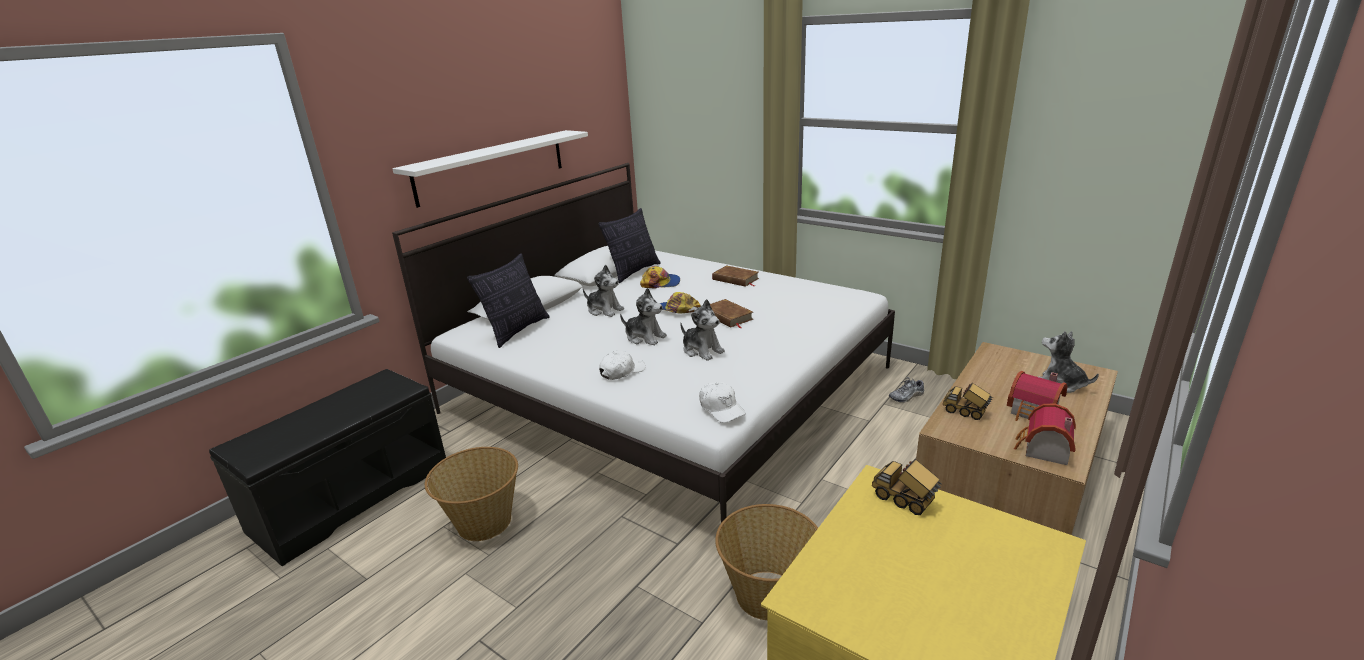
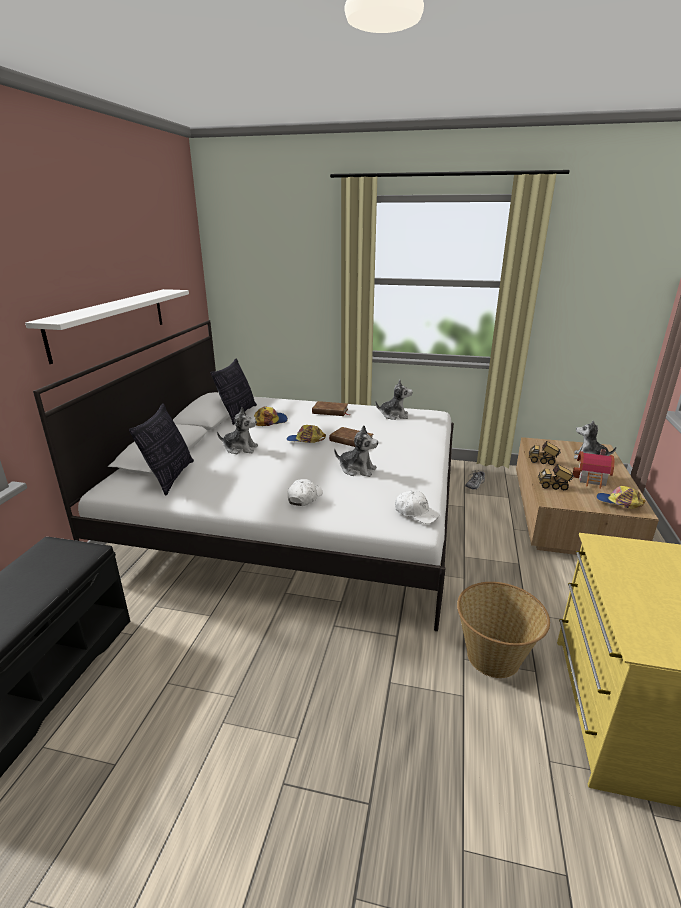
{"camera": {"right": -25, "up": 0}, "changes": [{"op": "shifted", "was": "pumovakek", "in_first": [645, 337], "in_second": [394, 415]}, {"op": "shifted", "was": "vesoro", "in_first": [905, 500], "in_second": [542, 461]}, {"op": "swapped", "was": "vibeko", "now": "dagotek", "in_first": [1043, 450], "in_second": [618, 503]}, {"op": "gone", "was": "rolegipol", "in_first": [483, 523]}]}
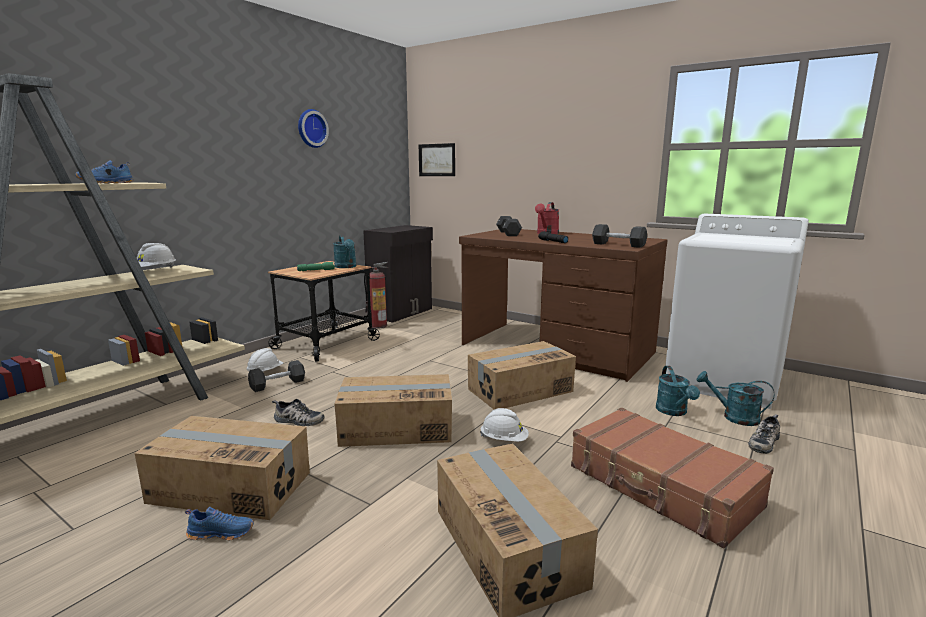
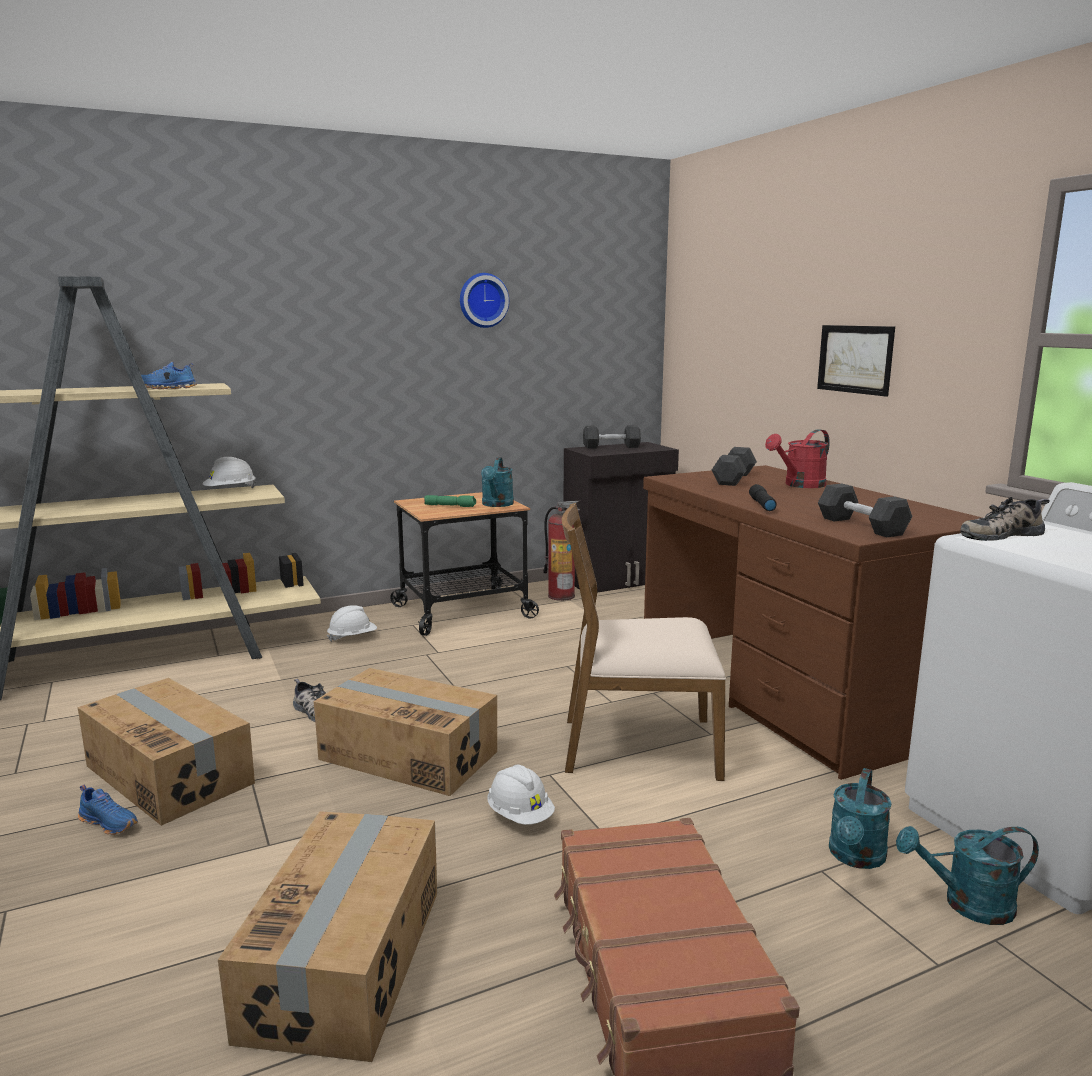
{"camera": {"right": 30, "up": 0}, "changes": [{"op": "swapped", "was": "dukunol", "now": "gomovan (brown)", "in_first": [519, 390], "in_second": [638, 746]}, {"op": "shifted", "was": "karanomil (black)", "in_first": [277, 384], "in_second": [611, 447]}, {"op": "shifted", "was": "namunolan", "in_first": [437, 160], "in_second": [855, 359]}, {"op": "rotated", "was": "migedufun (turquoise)", "in_first": [734, 417], "in_second": [967, 904], "clockwise": -60}, {"op": "shifted", "was": "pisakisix", "in_first": [763, 441], "in_second": [1000, 534]}]}
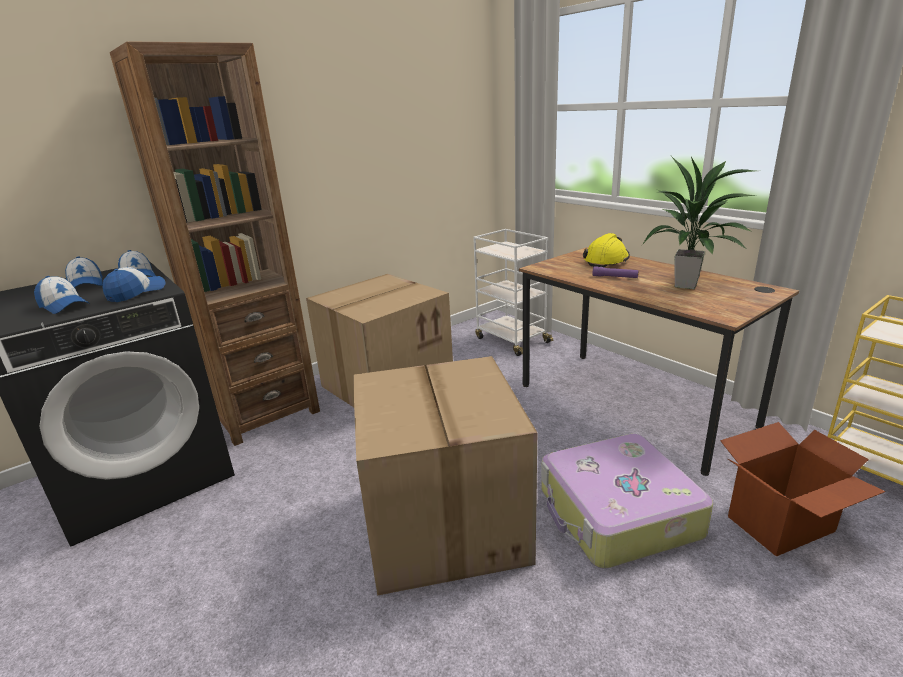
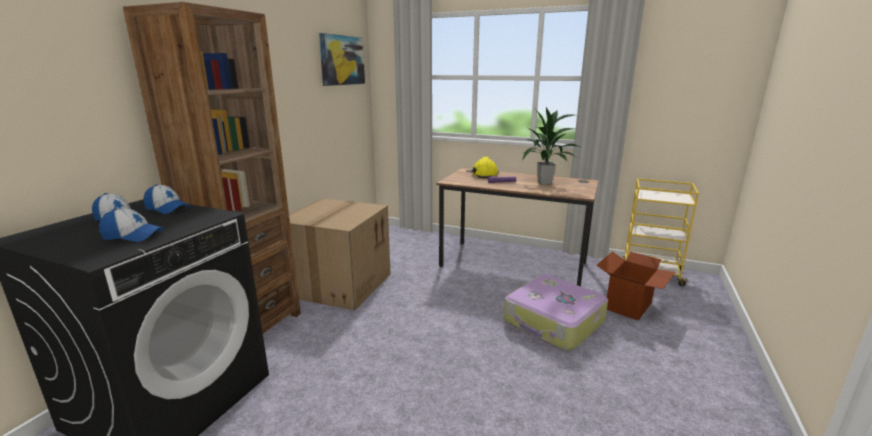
{"camera": {"right": -30, "up": -5}, "changes": [{"op": "new", "now": "namunolan", "in_second": [342, 60]}, {"op": "gone", "was": "dagotek", "in_first": [136, 293]}, {"op": "gone", "was": "dukunol", "in_first": [447, 524]}, {"op": "gone", "was": "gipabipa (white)", "in_first": [511, 340]}]}
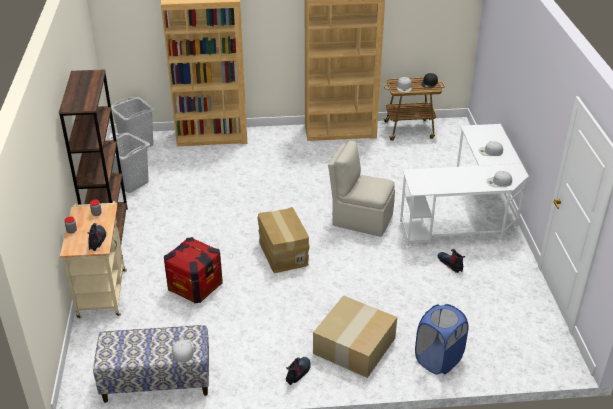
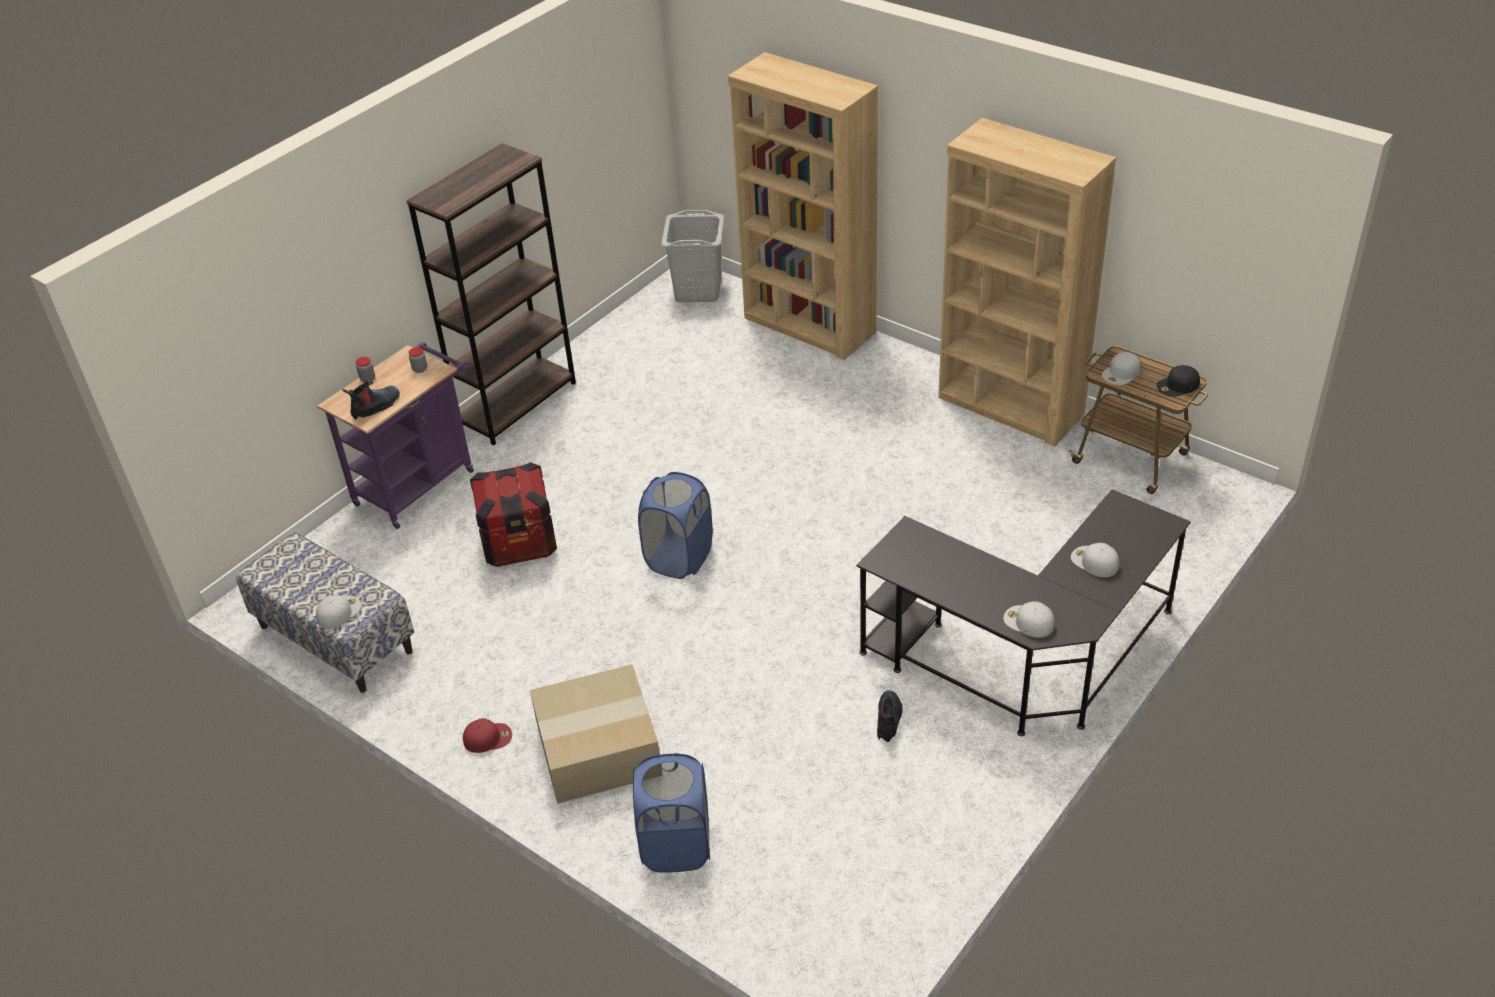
{"camera": {"right": 45, "up": 5}, "changes": [{"op": "repainted", "was": "gipabipa (beige)", "now": "gipabipa (purple)", "in_first": [102, 290], "in_second": [419, 483]}, {"op": "swapped", "was": "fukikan", "now": "dagotek (red)", "in_first": [298, 373], "in_second": [488, 737]}, {"op": "swapped", "was": "dukunol", "now": "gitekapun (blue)", "in_first": [282, 253], "in_second": [679, 558]}, {"op": "repainted", "was": "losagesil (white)", "now": "losagesil (black)", "in_first": [467, 215], "in_second": [1026, 658]}, {"op": "gone", "was": "gitekapun (grey)", "in_first": [130, 182]}, {"op": "gone", "was": "gomovan (beige)", "in_first": [361, 219]}]}
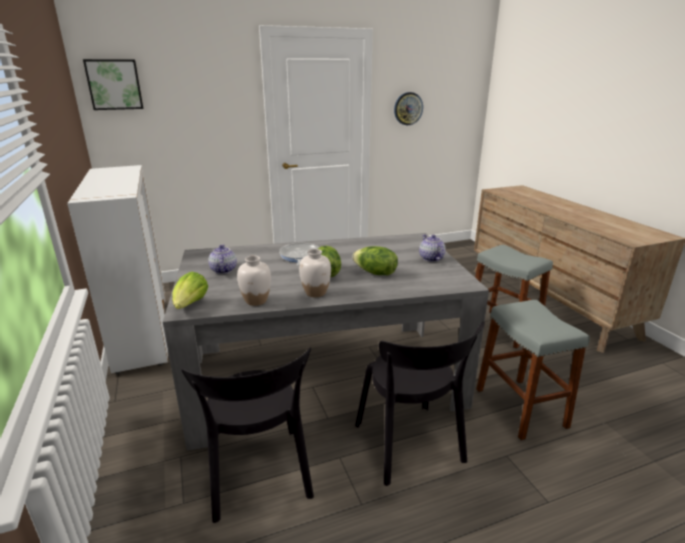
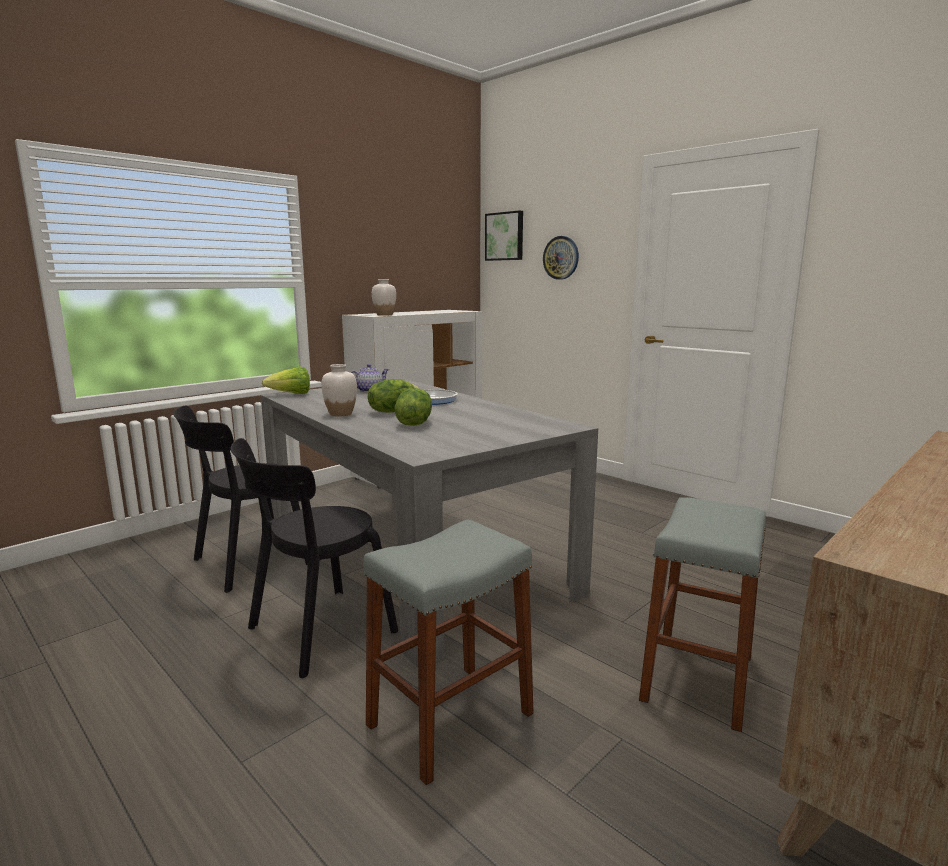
{"camera": {"right": 65, "up": -10}, "changes": [{"op": "shifted", "was": "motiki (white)", "in_first": [256, 301], "in_second": [384, 315]}, {"op": "shifted", "was": "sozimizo", "in_first": [408, 108], "in_second": [561, 258]}, {"op": "gone", "was": "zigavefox", "in_first": [431, 258]}]}
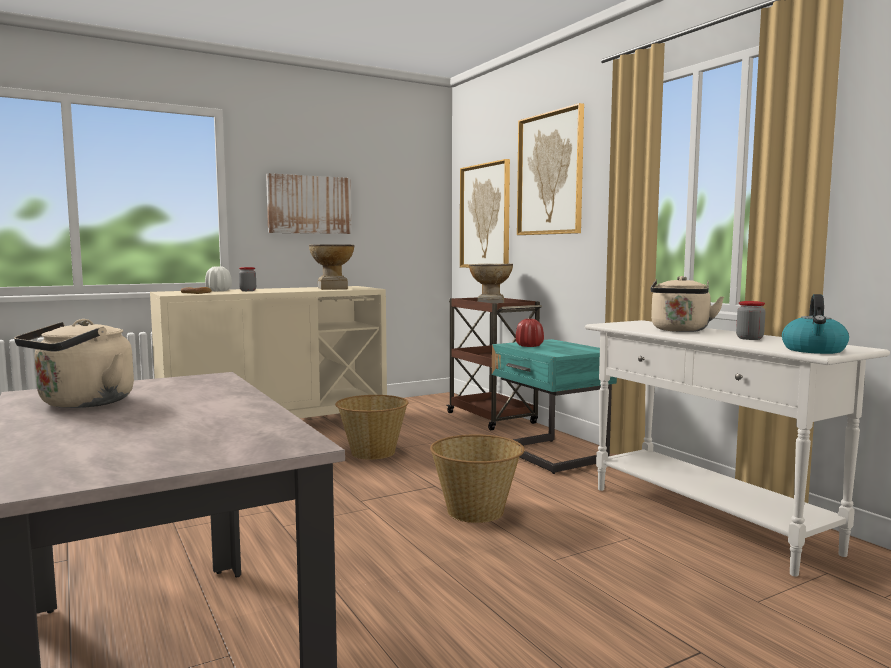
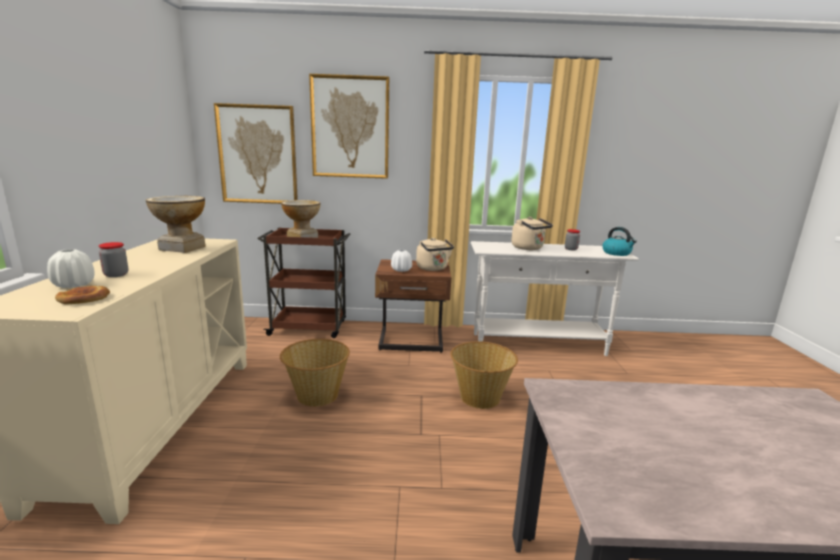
{"camera": {"right": -60, "up": 10}, "changes": [{"op": "repainted", "was": "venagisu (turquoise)", "now": "venagisu (brown)", "in_first": [550, 456], "in_second": [411, 342]}, {"op": "repainted", "was": "motiki (red)", "now": "motiki (white)", "in_first": [529, 346], "in_second": [401, 270]}, {"op": "shifted", "was": "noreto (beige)", "in_first": [82, 403], "in_second": [433, 268]}, {"op": "gone", "was": "namunolan", "in_first": [309, 204]}]}
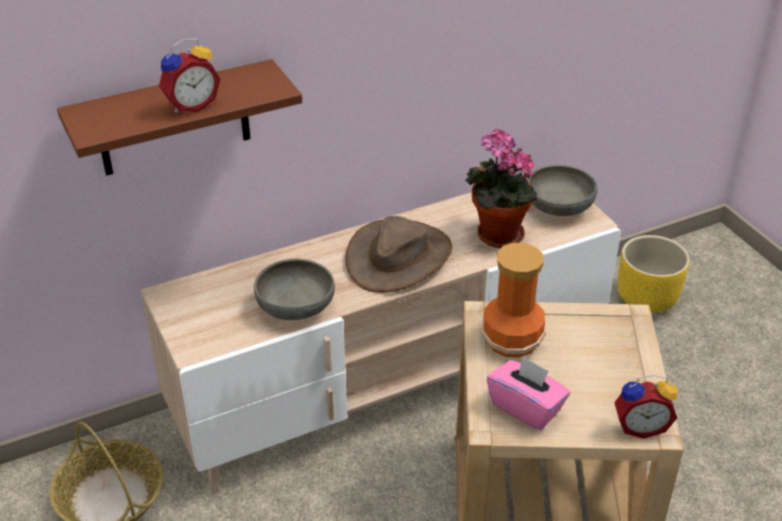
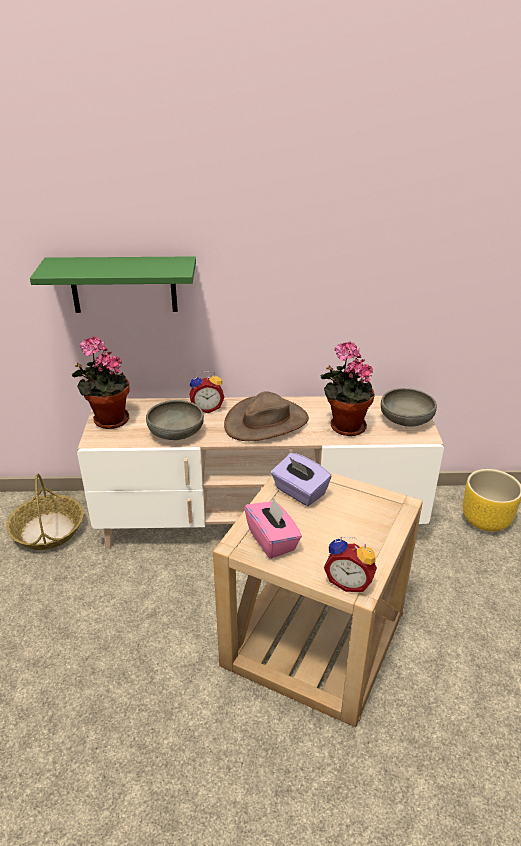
{"camera": {"right": 25, "up": -5}, "changes": [{"op": "repainted", "was": "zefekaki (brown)", "now": "zefekaki (green)", "in_first": [173, 119], "in_second": [123, 284]}, {"op": "new", "now": "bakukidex", "in_second": [108, 420]}, {"op": "shifted", "was": "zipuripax", "in_first": [191, 105], "in_second": [207, 408]}, {"op": "swapped", "was": "motiki", "now": "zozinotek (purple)", "in_first": [512, 338], "in_second": [299, 492]}]}
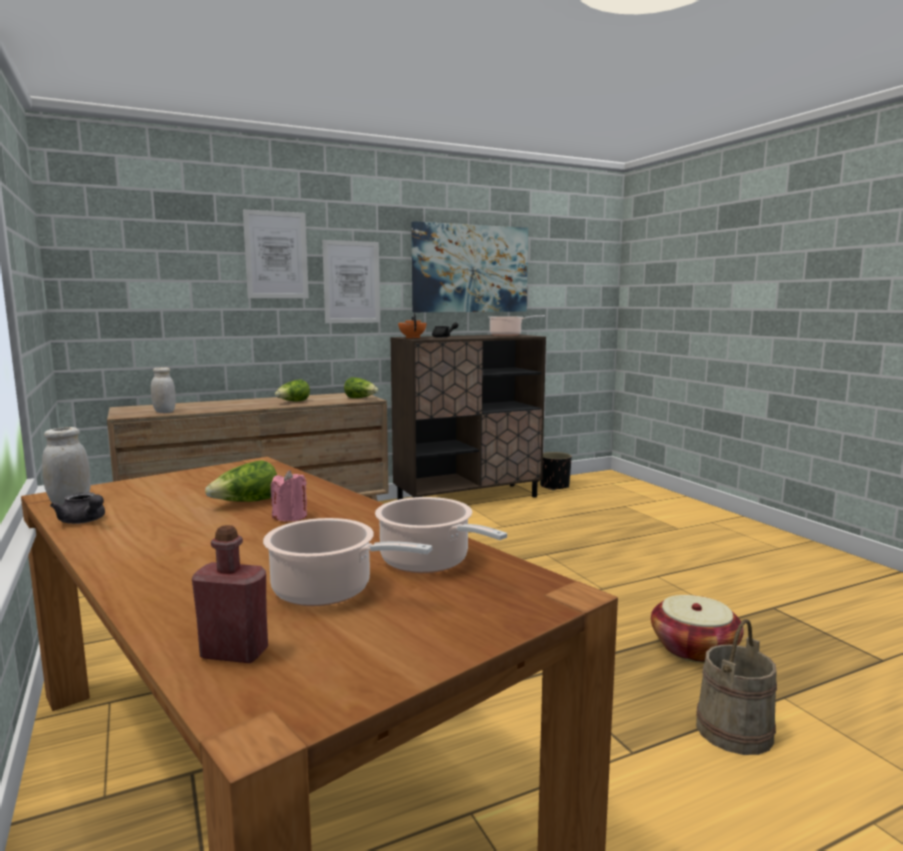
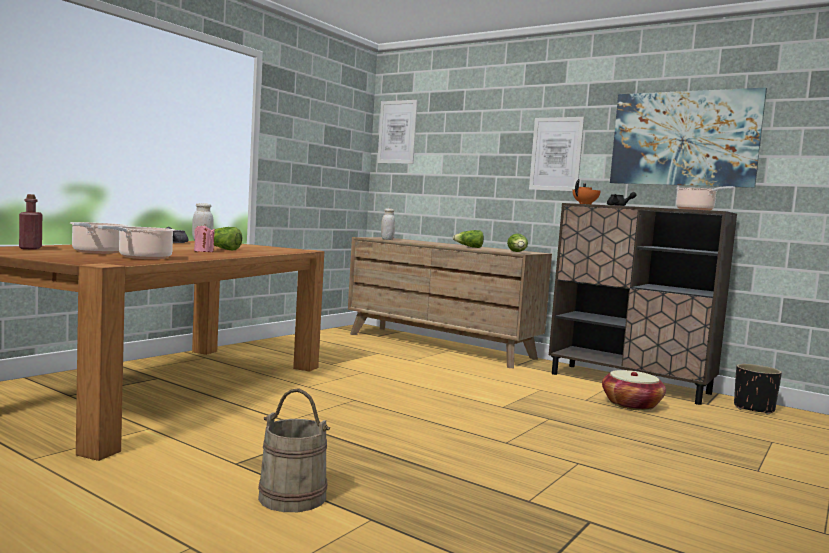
{"camera": {"right": 60, "up": -5}, "changes": [{"op": "shifted", "was": "namunolan", "in_first": [276, 255], "in_second": [397, 132]}, {"op": "shifted", "was": "rolegipol", "in_first": [694, 648], "in_second": [631, 405]}]}
